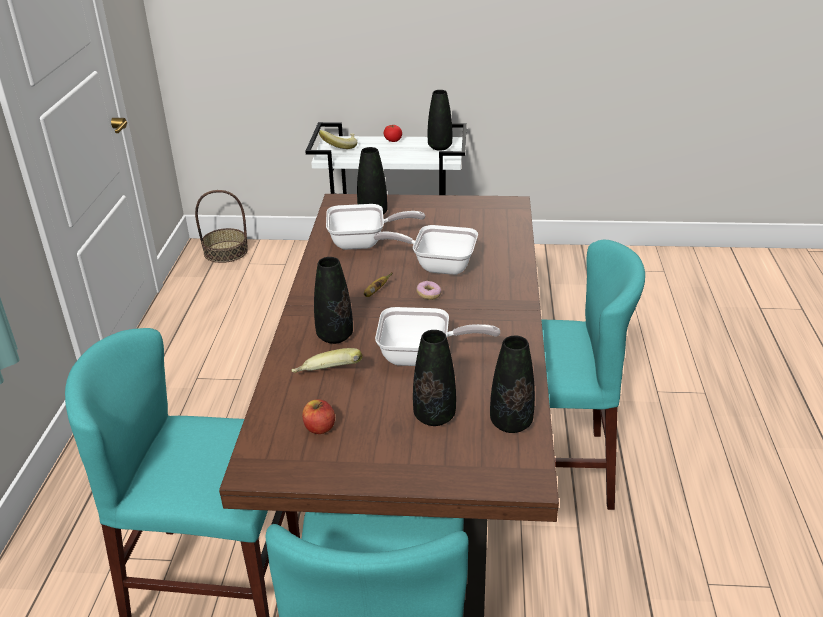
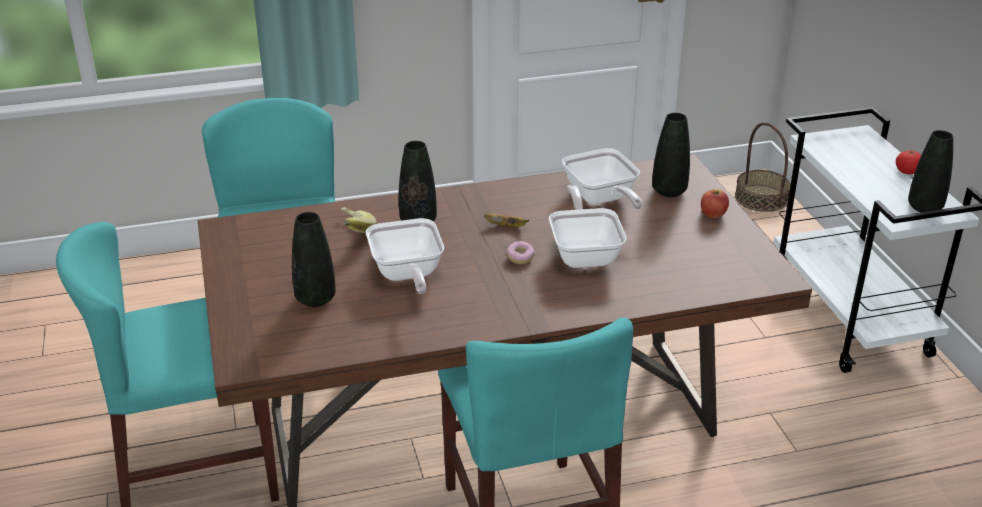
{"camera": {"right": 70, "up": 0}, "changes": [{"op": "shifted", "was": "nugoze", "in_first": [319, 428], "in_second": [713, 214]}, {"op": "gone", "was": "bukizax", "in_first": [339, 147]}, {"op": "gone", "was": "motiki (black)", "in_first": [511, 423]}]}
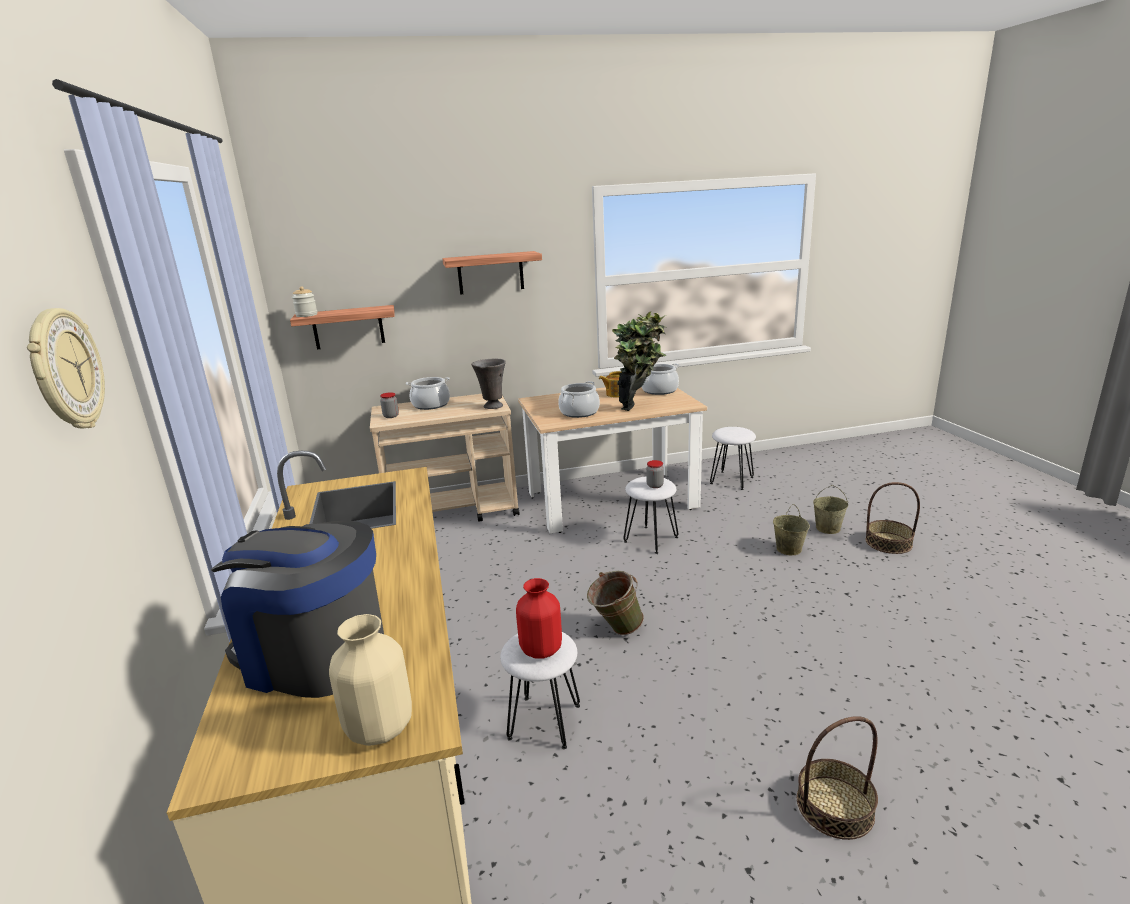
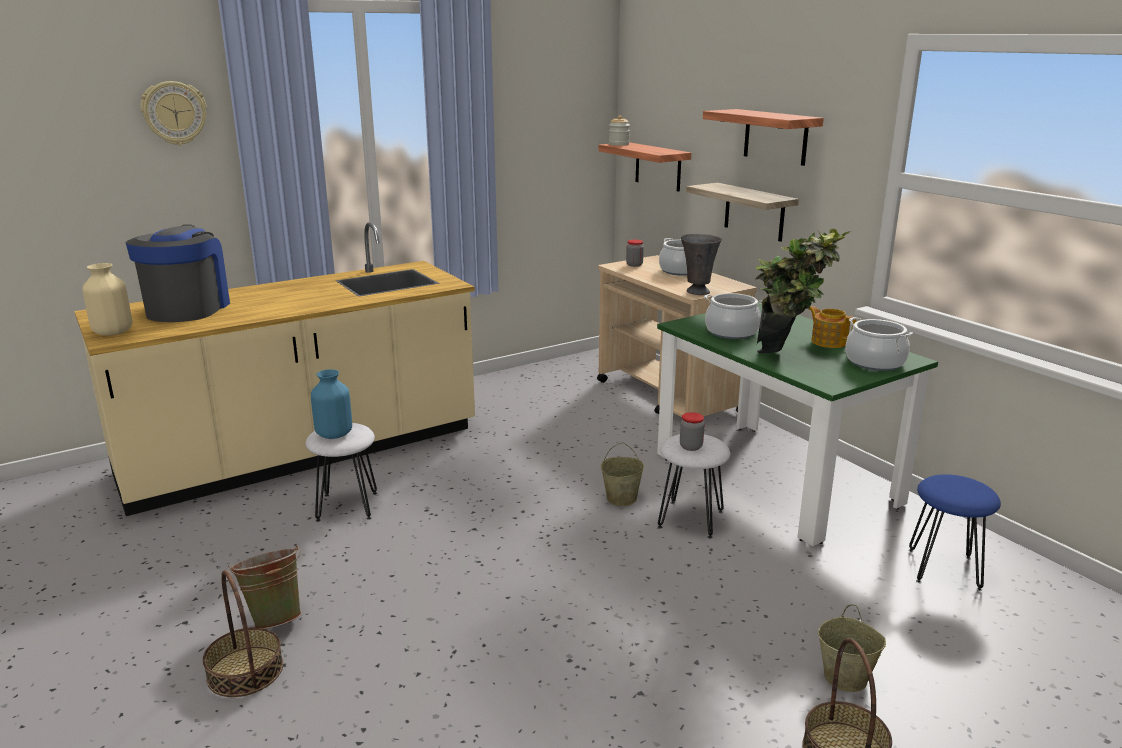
{"camera": {"right": 70, "up": 0}, "changes": [{"op": "shifted", "was": "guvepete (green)", "in_first": [615, 629], "in_second": [275, 618]}, {"op": "repainted", "was": "motiki (red)", "now": "motiki (blue)", "in_first": [540, 650], "in_second": [333, 434]}, {"op": "shifted", "was": "guvepete (beige)", "in_first": [788, 549], "in_second": [622, 498]}, {"op": "repainted", "was": "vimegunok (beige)", "now": "vimegunok (green)", "in_first": [611, 501], "in_second": [775, 479]}, {"op": "new", "now": "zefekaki", "in_second": [754, 212]}, {"op": "repainted", "was": "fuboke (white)", "now": "fuboke (blue)", "in_first": [732, 480], "in_second": [944, 570]}]}
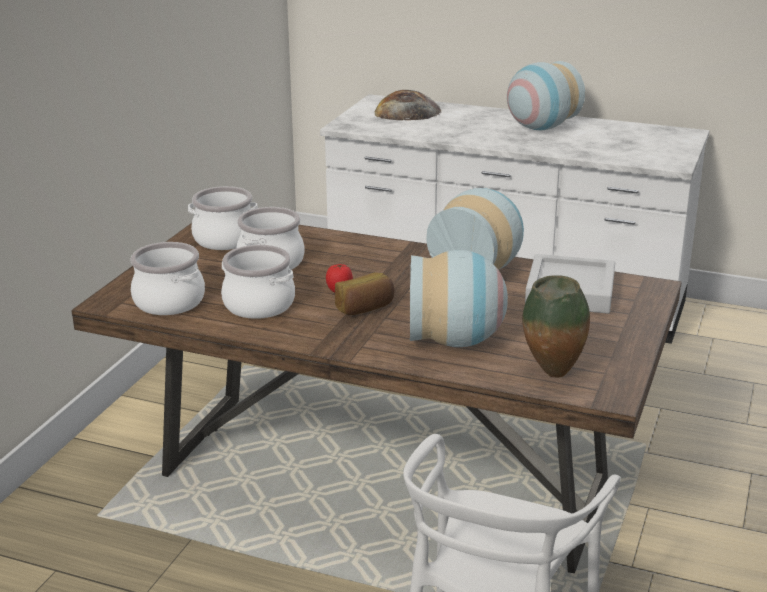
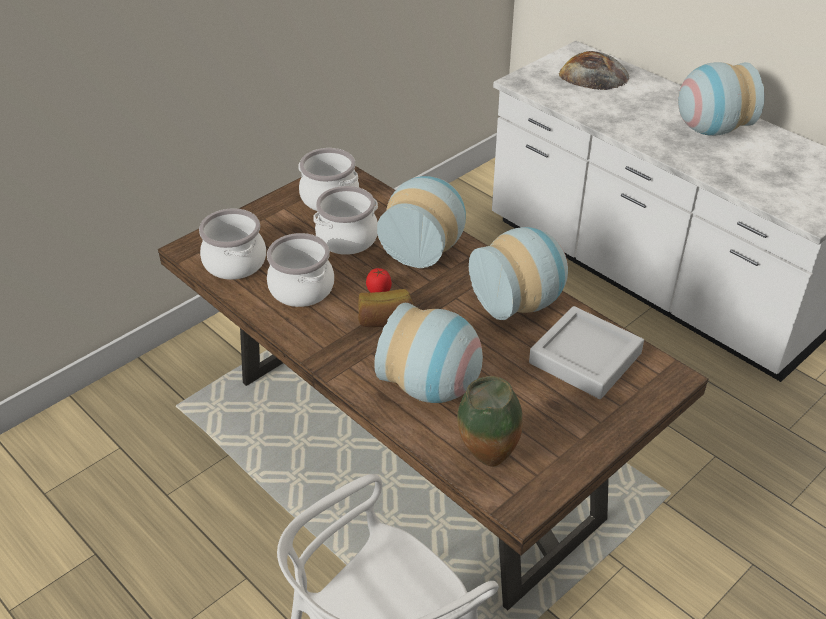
{"camera": {"right": 25, "up": 15}, "changes": [{"op": "new", "now": "motiki", "in_second": [424, 248]}]}
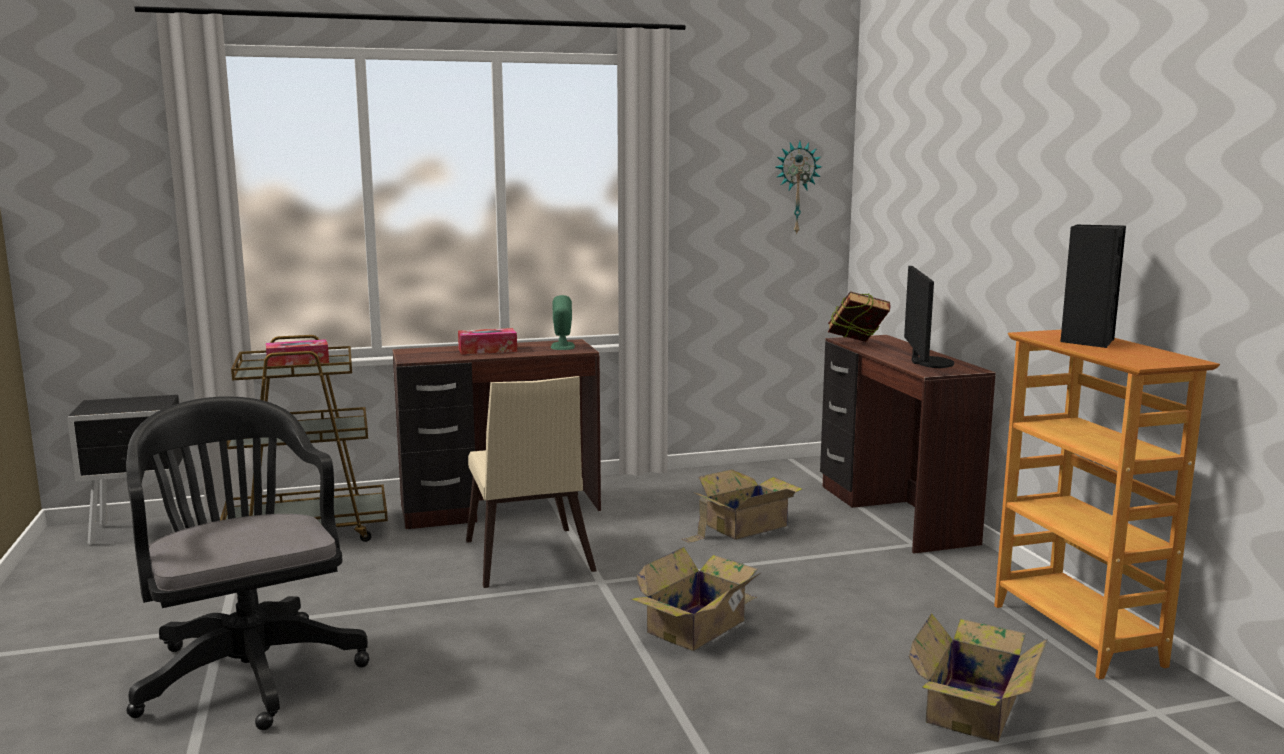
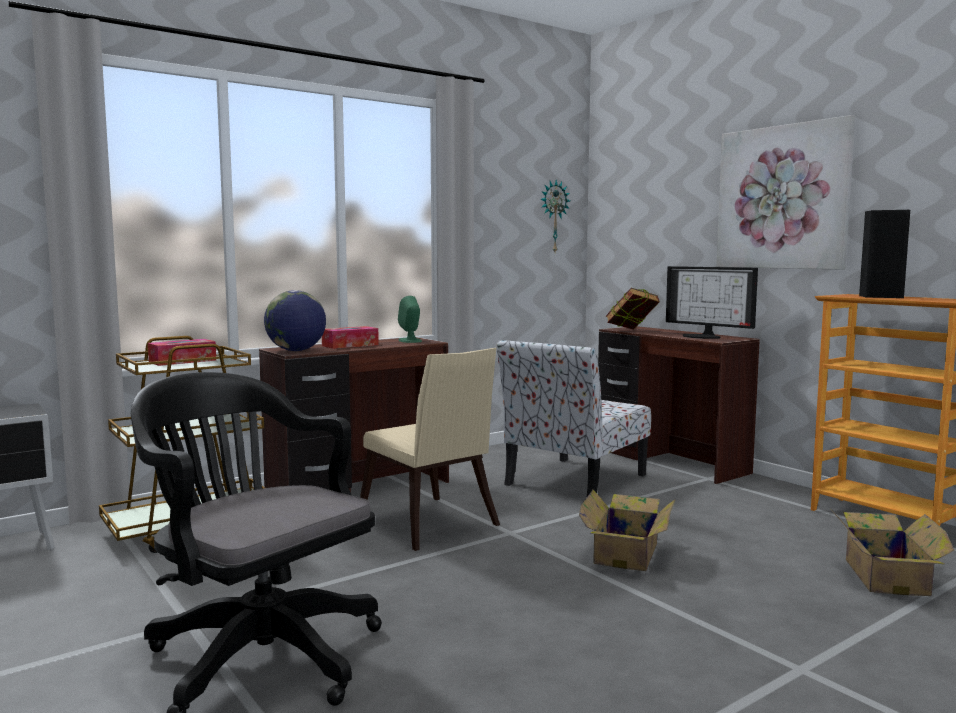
{"camera": {"right": -20, "up": -5}, "changes": [{"op": "new", "now": "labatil", "in_second": [296, 350]}, {"op": "swapped", "was": "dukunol", "now": "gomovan", "in_first": [743, 526], "in_second": [574, 481]}, {"op": "rotated", "was": "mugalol", "in_first": [928, 362], "in_second": [703, 336], "clockwise": 150}, {"op": "new", "now": "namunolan", "in_second": [782, 197]}]}
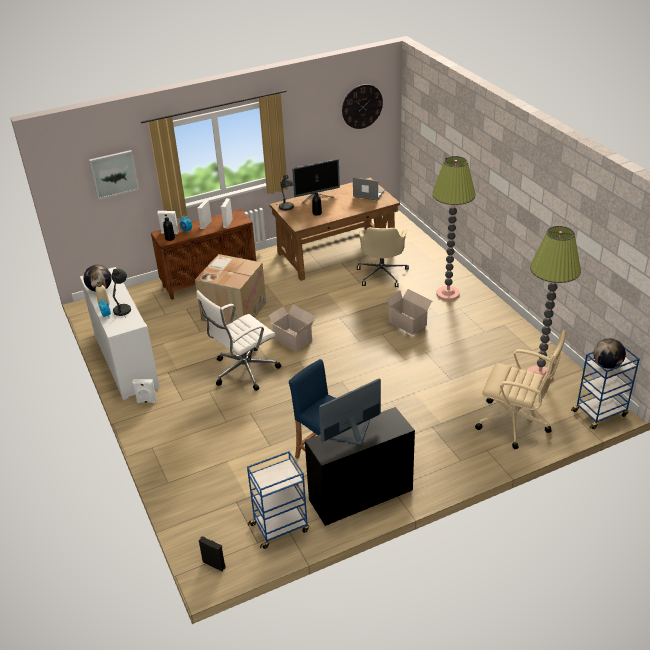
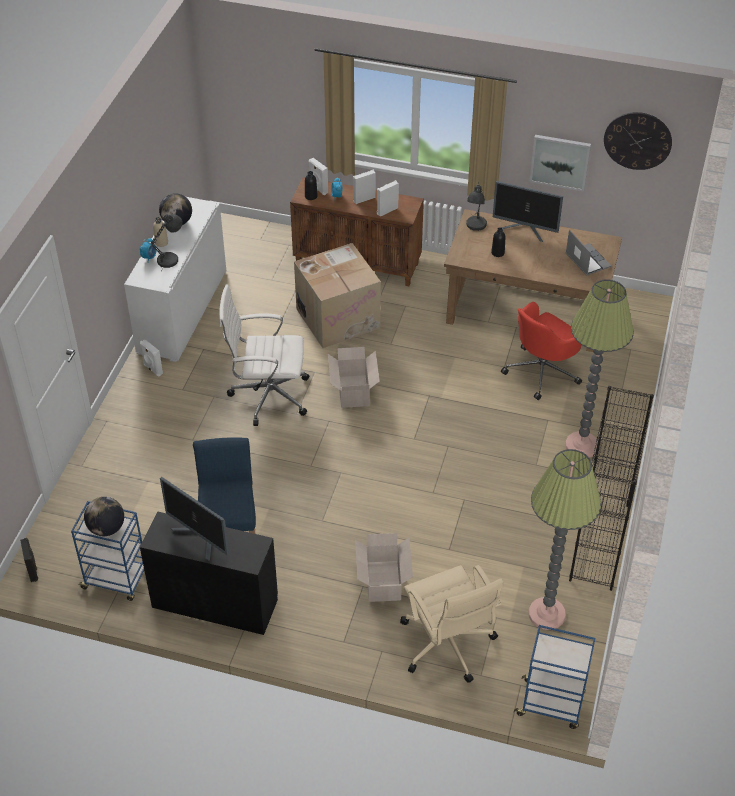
{"camera": {"right": 40, "up": 10}, "changes": [{"op": "shifted", "was": "labatil", "in_first": [606, 365], "in_second": [106, 528]}, {"op": "rotated", "was": "mugalol", "in_first": [352, 435], "in_second": [200, 538], "clockwise": -150}, {"op": "shifted", "was": "dukunol", "in_first": [408, 324], "in_second": [383, 582]}, {"op": "repainted", "was": "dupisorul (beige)", "now": "dupisorul (red)", "in_first": [382, 274], "in_second": [542, 371]}, {"op": "shifted", "was": "namunolan", "in_first": [114, 174], "in_second": [560, 162]}, {"op": "new", "now": "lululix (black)", "in_second": [599, 543]}]}
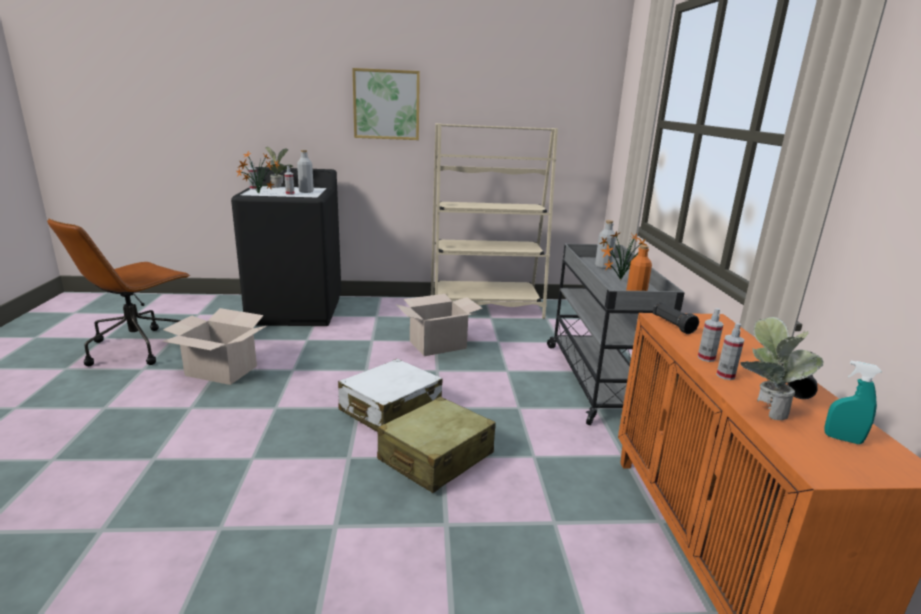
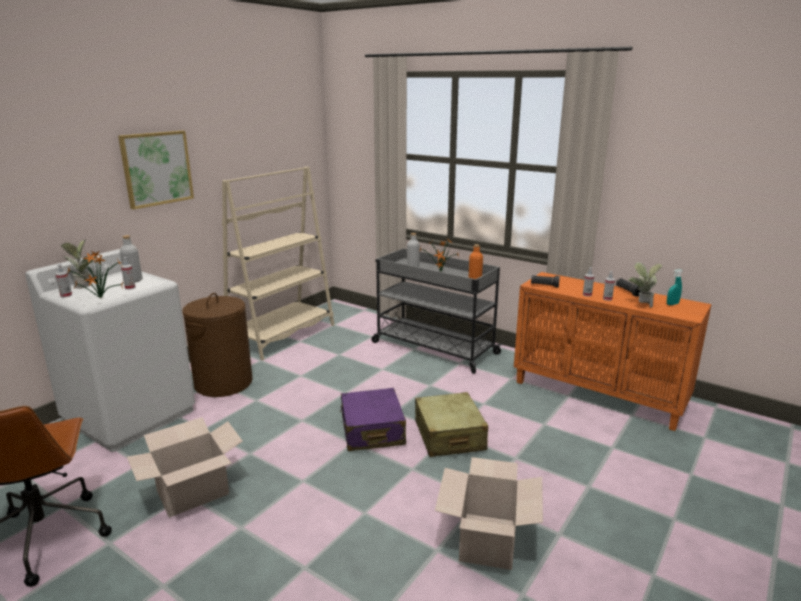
{"camera": {"right": -50, "up": 0}, "changes": [{"op": "repainted", "was": "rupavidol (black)", "now": "rupavidol (white)", "in_first": [297, 310], "in_second": [130, 415]}, {"op": "new", "now": "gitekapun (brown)", "in_second": [223, 383]}, {"op": "repainted", "was": "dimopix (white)", "now": "dimopix (purple)", "in_first": [390, 409], "in_second": [372, 430]}, {"op": "shifted", "was": "dukunol", "in_first": [438, 345], "in_second": [488, 541]}]}
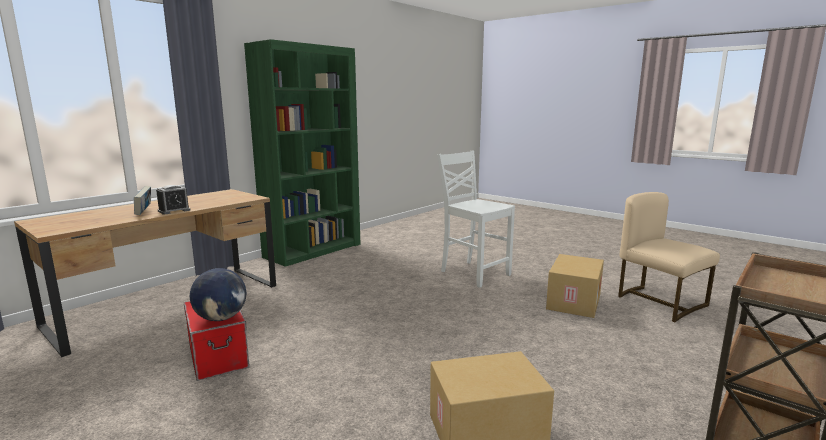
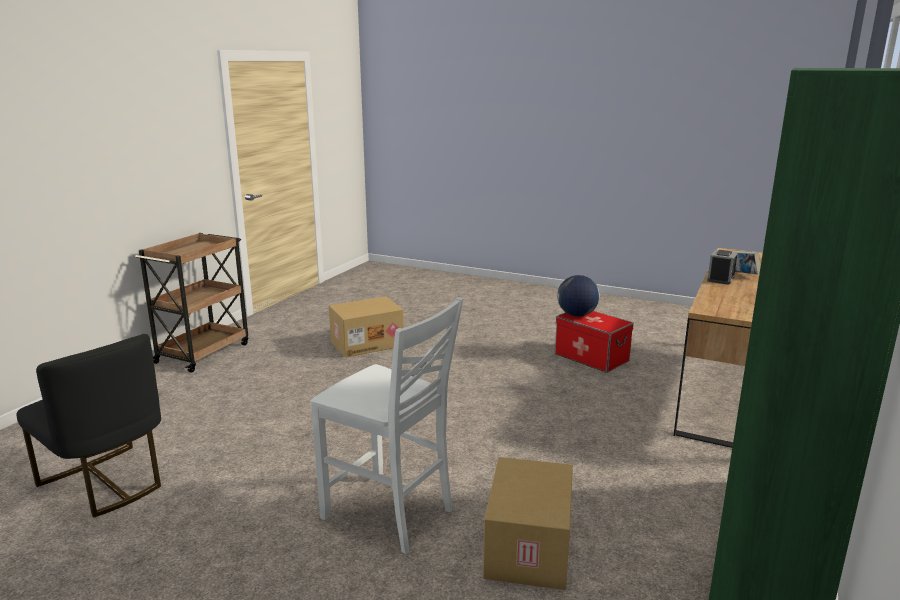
{"camera": {"right": 165, "up": 5}, "changes": [{"op": "repainted", "was": "gomovan (beige)", "now": "gomovan (black)", "in_first": [659, 302], "in_second": [106, 483]}, {"op": "shifted", "was": "dukunol", "in_first": [572, 301], "in_second": [530, 548]}]}
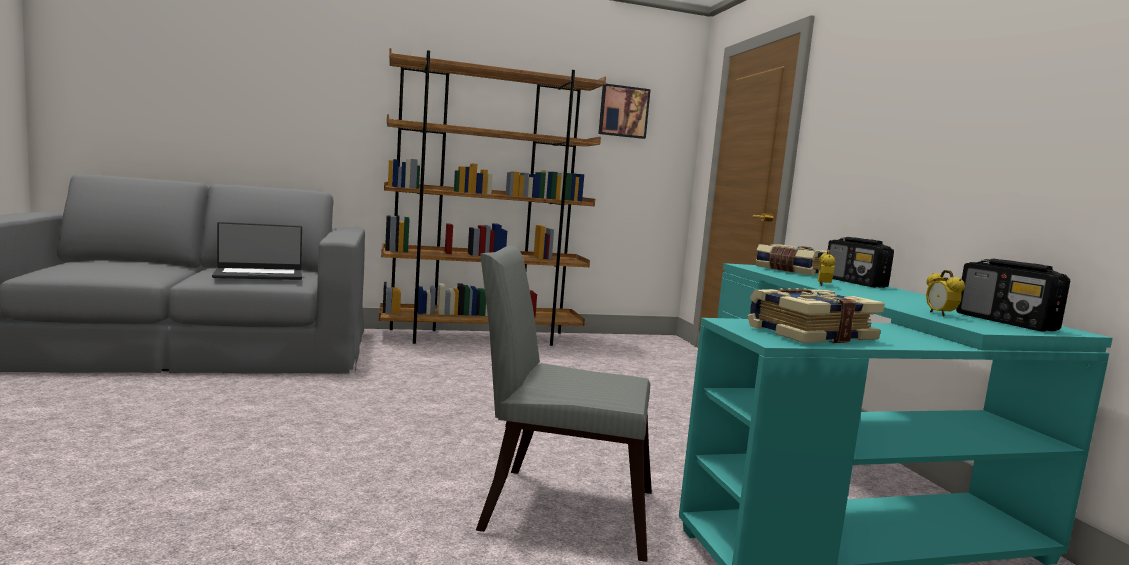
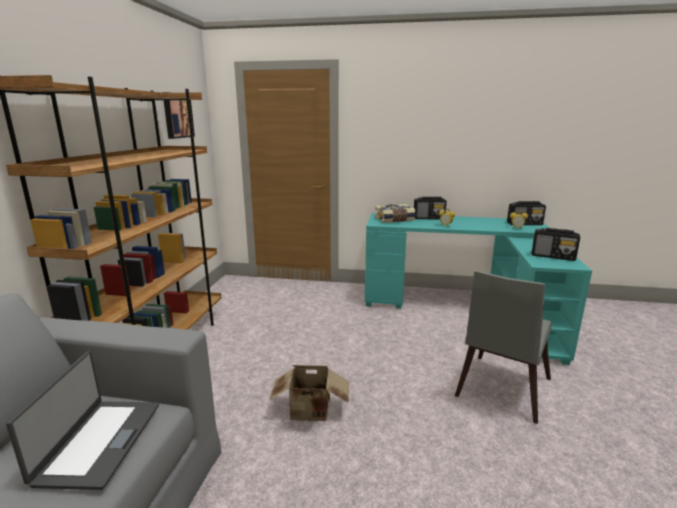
{"camera": {"right": -65, "up": 10}, "changes": [{"op": "new", "now": "dukunol", "in_second": [311, 412]}, {"op": "swapped", "was": "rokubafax", "now": "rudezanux", "in_first": [809, 334], "in_second": [553, 256]}]}
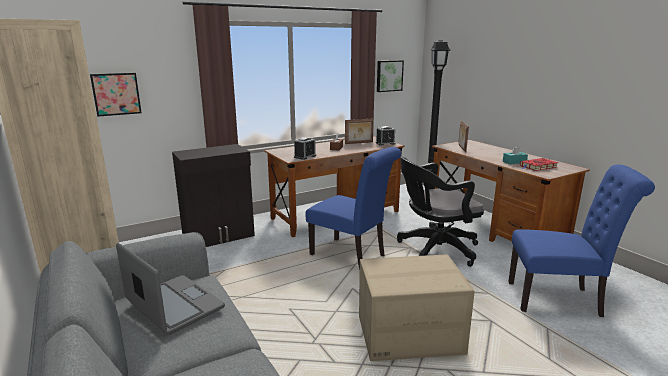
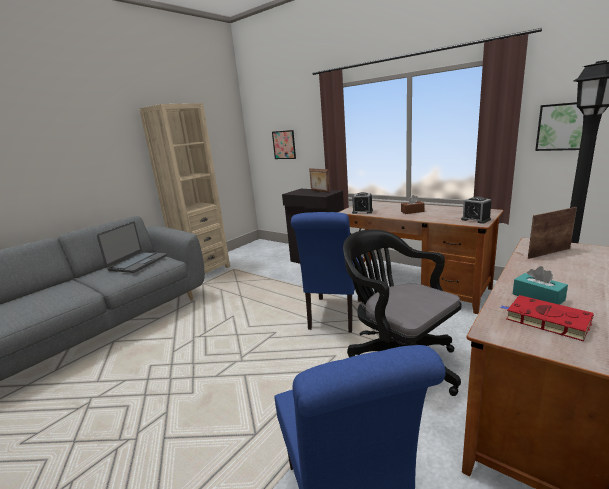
{"camera": {"right": 70, "up": 0}, "changes": [{"op": "shifted", "was": "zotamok", "in_first": [359, 143], "in_second": [319, 191]}, {"op": "gone", "was": "dukunol", "in_first": [409, 335]}]}
